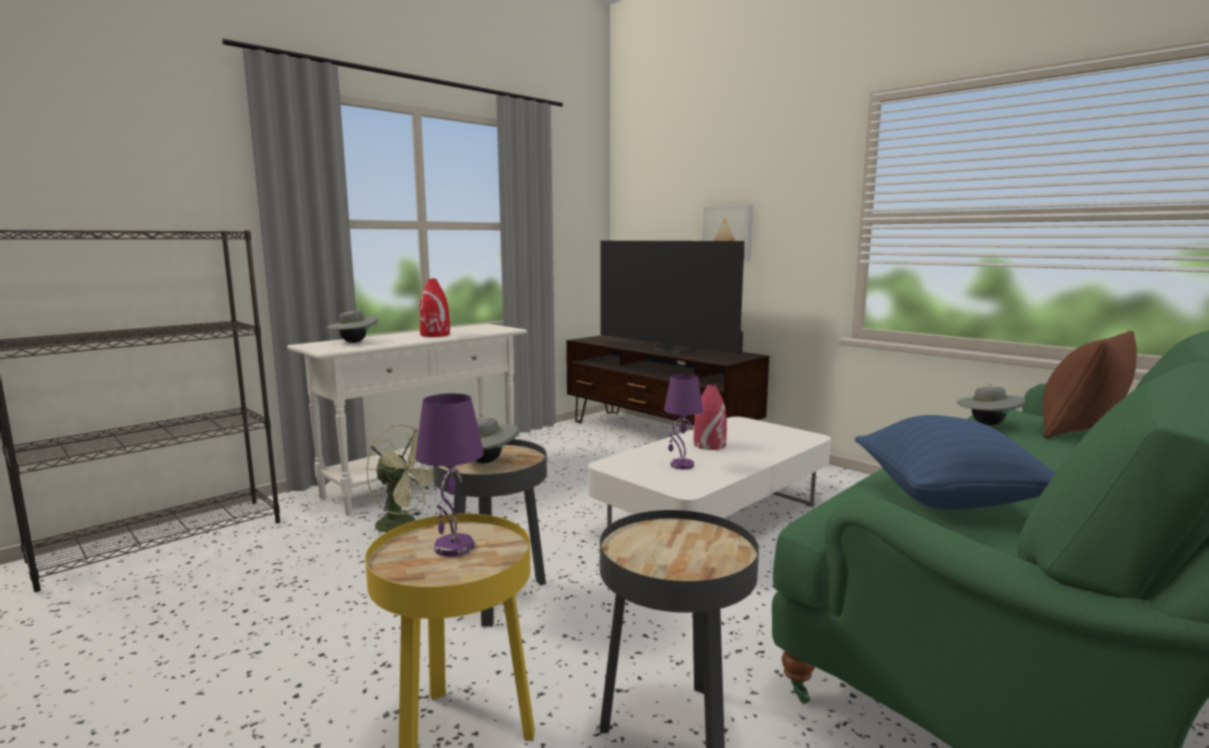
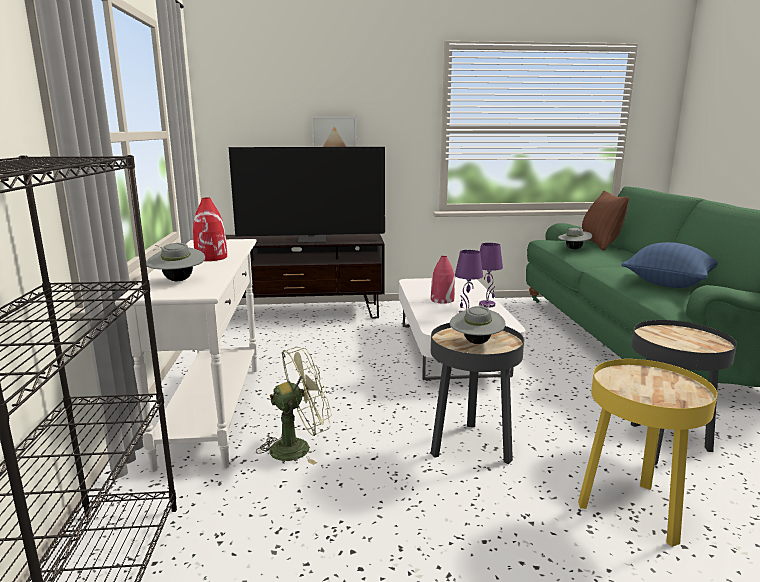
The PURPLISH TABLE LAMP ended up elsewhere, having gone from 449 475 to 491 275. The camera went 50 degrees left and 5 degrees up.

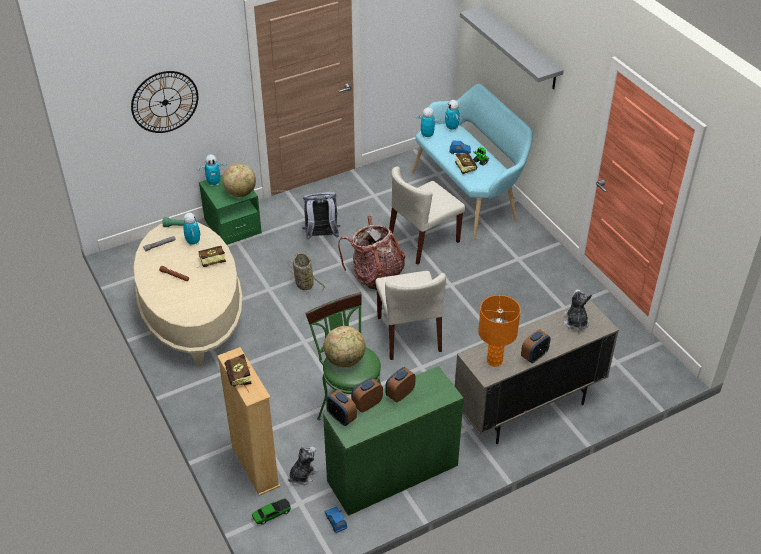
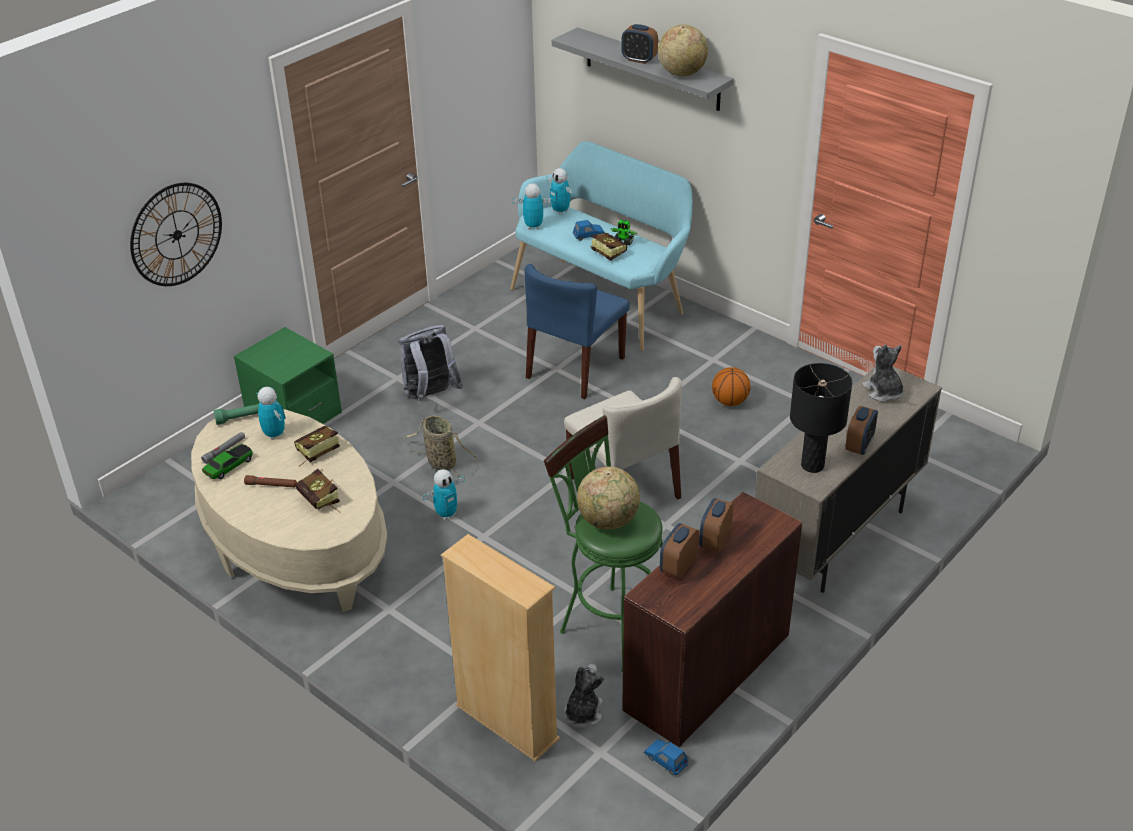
The ROBOT FIGURE ended up elsewhere, having gone from 212 170 to 444 494. The GLOBE ended up elsewhere, having gone from 239 180 to 683 50. What was the BEIGE-COLOURED CHAIR at 427 215 turned into the BLUISH CHAIR at 577 331. The second view lost the RUCKSACK at 371 253. What was the ORANGEY TABLE LAMP at 499 331 turned into the BLACK TABLE LAMP at 821 418. The BOOK ended up elsewhere, having gone from 238 373 to 318 491. What was the GREEN DESK at 393 441 turned into the BROWN DESK at 712 619. The ALARM CLOCK ended up elsewhere, having gone from 341 408 to 639 44. The MODEL CAR ended up elsewhere, having gone from 271 511 to 227 461. The second view gained the BALL FOR BASKETBALL at 731 386. The camera went 20 degrees left and 5 degrees down.

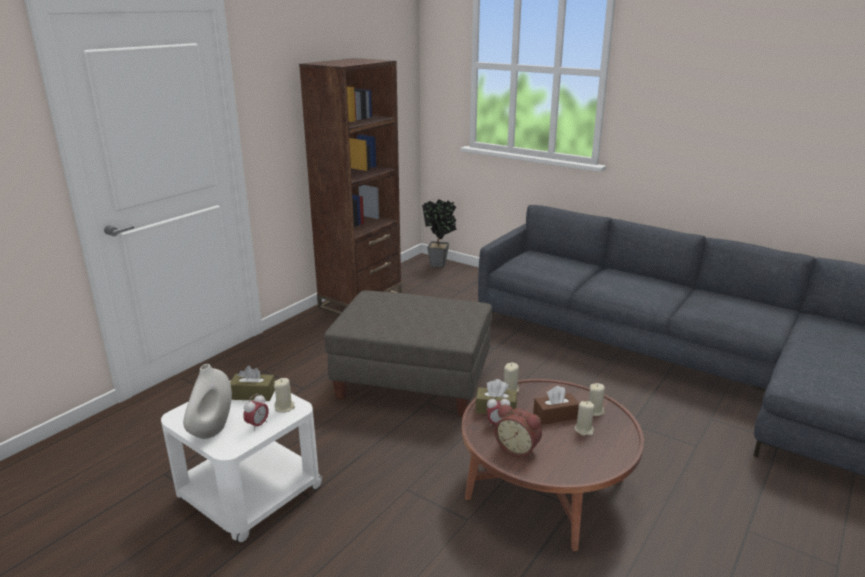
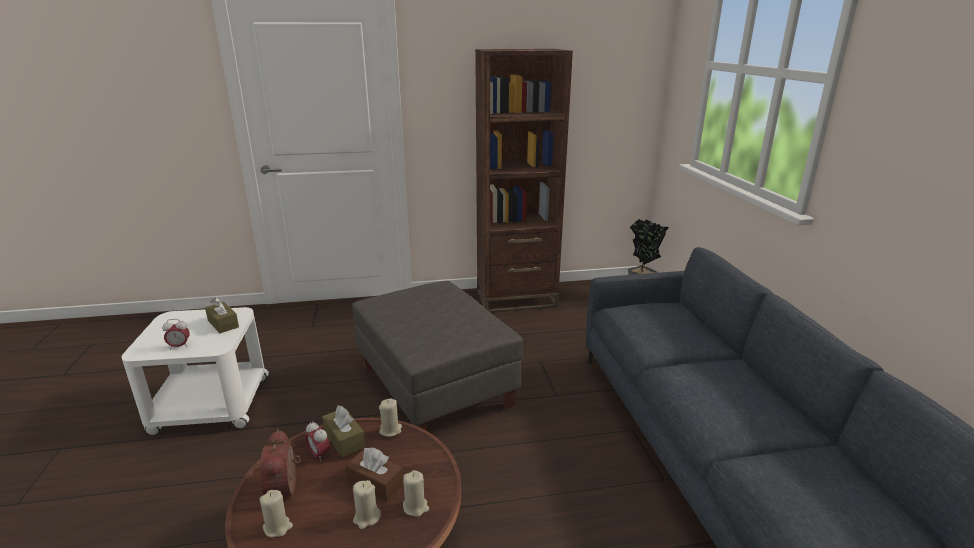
The second view lost the WHITE FLOWER VASE at 207 401. The BEIGE-COLOURED CANDLE ended up elsewhere, having gone from 284 395 to 276 513. The camera went 45 degrees right and 0 degrees up.

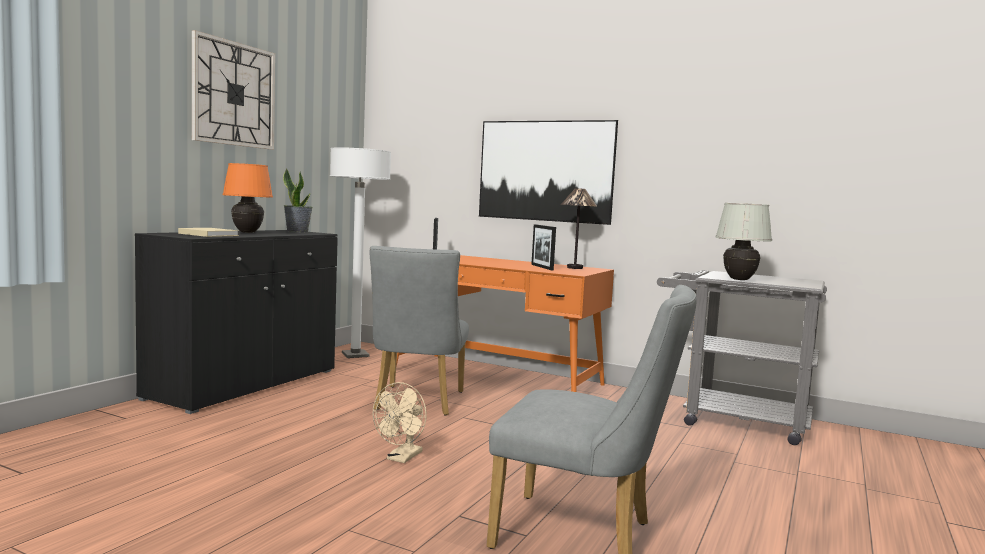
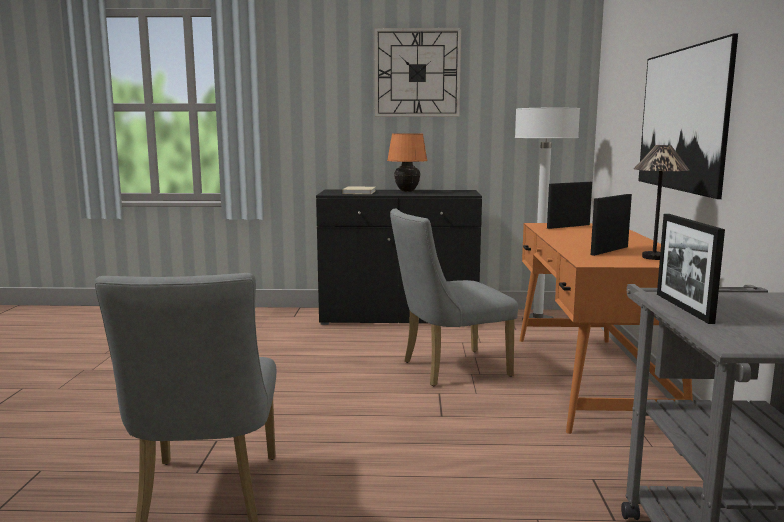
The second view lost the HOUSEPLANT at 298 200. Where the WHITE TABLE LAMP stood at 743 241, the STANDING FRAME came to stand at 691 269. The second view lost the BEIGE-COLOURED COOLING FAN at 400 422. The camera went 65 degrees right and 5 degrees up.

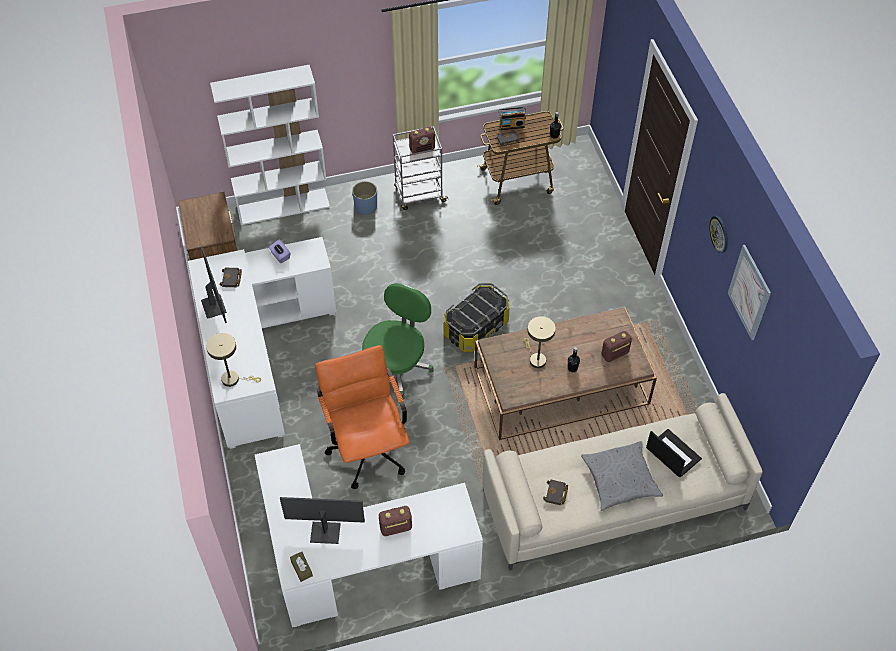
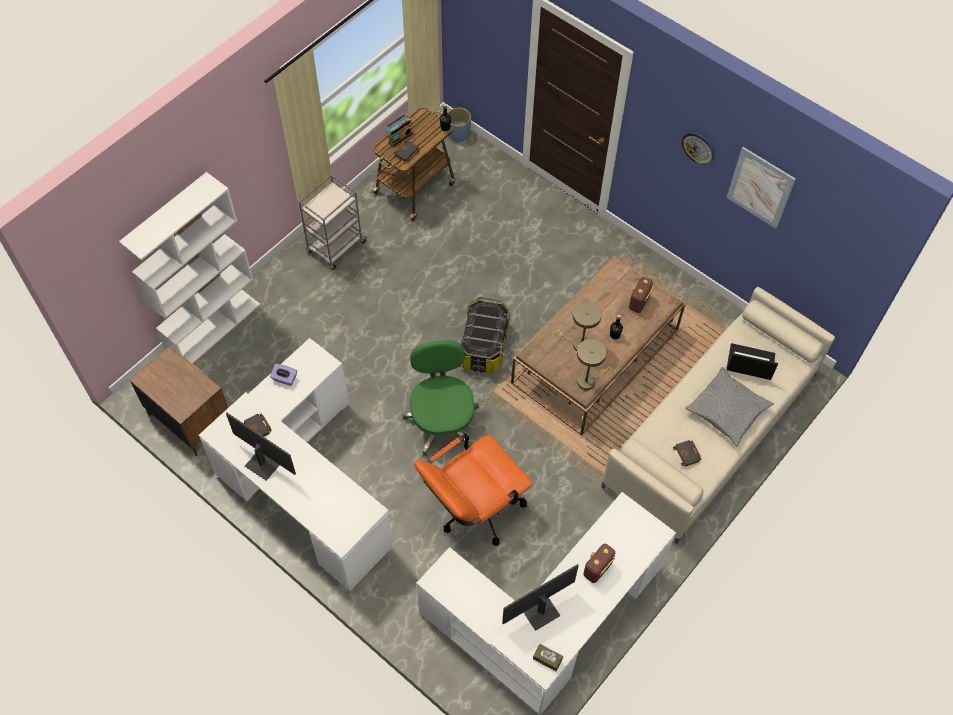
The second view lost the RADIO SET at 422 140. The BLUISH FLOWER POT ended up elsewhere, having gone from 364 198 to 459 124. The BEIGE-COLOURED TABLE LAMP ended up elsewhere, having gone from 233 360 to 594 364. The ORANGEY OFFICE CHAIR at 362 417 ended up facing another way, 75 degrees counterclockwise from before. The camera went 35 degrees left and 5 degrees up.

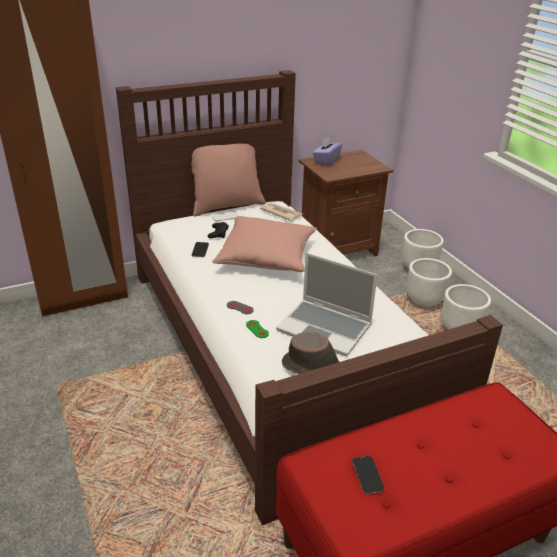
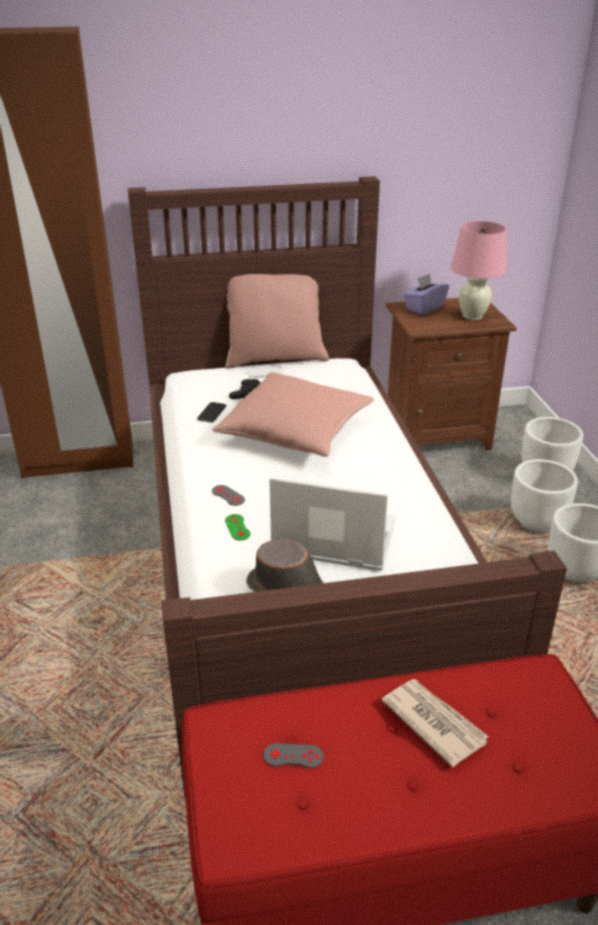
The PRINTED PAPER ended up elsewhere, having gone from 281 211 to 435 723. The LAPTOP at 327 304 ended up facing another way, 150 degrees clockwise from before. Where the TELEPHONE stood at 368 475, the GREYISH GAME CONTROLLER came to stand at 293 755. The second view gained the PINKISH TABLE LAMP at 479 270. The camera went 15 degrees right and 0 degrees up.

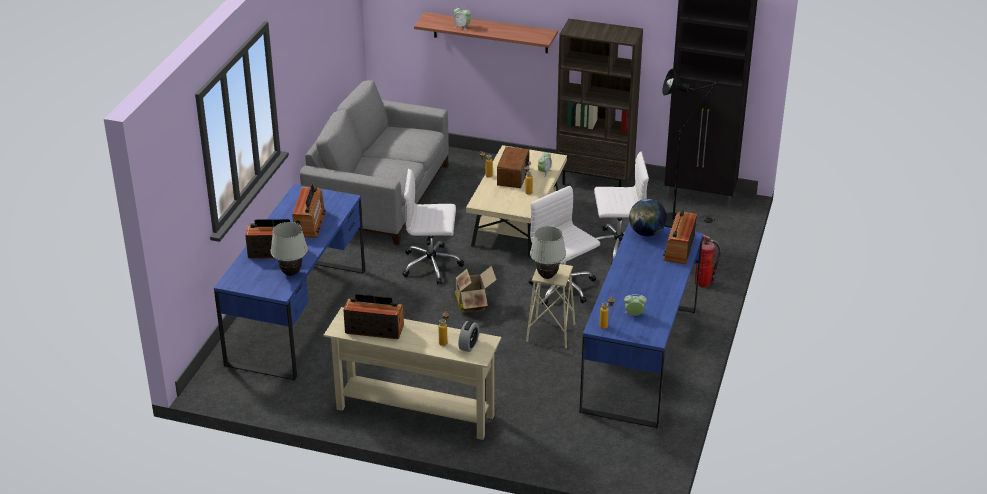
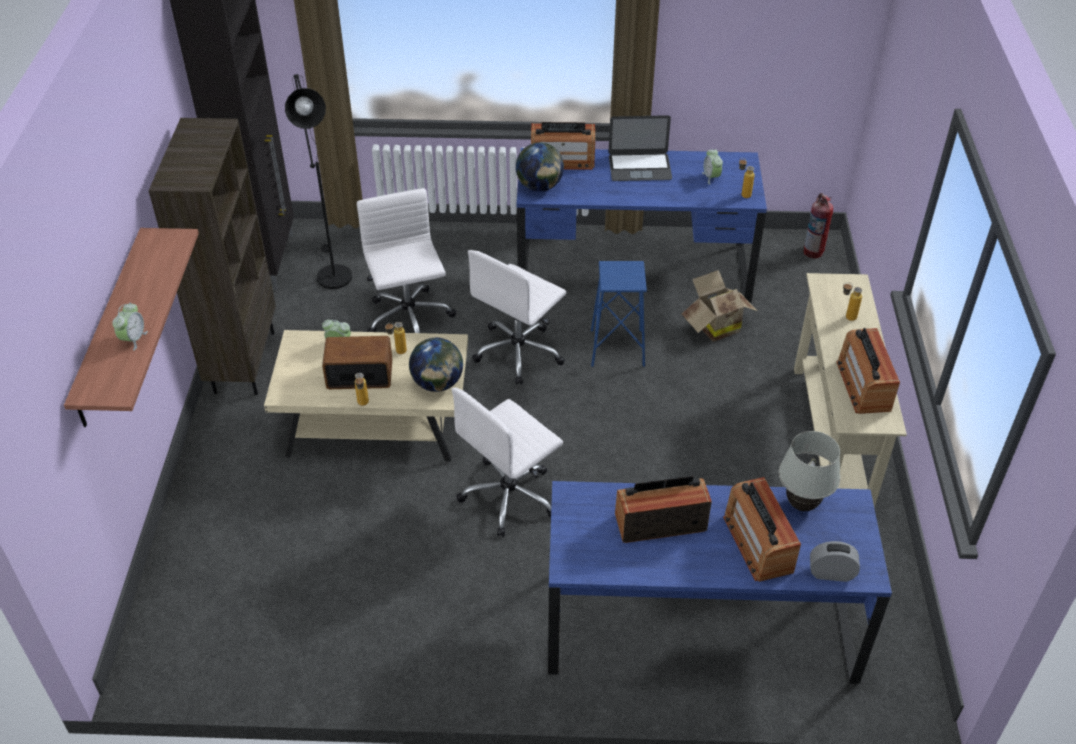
The second view lost the GREYISH SETTEE at 374 162. The WHITE OFFICE CHAIR at 433 226 ended up facing another way, 60 degrees clockwise from before. The second view lost the WHITE TABLE LAMP at 548 252. The EXTINGUISHER ended up elsewhere, having gone from 708 261 to 818 225. What was the BEIGE-COLOURED STOOL SEAT at 550 306 turned into the BLUISH STOOL SEAT at 619 314. The CARTON ended up elsewhere, having gone from 476 289 to 719 306. The ALARM CLOCK ended up elsewhere, having gone from 468 336 to 835 561. The second view gained the LAPTOP at 640 148. The second view gained the GLOBE at 436 365. The camera went 105 degrees left and 10 degrees up.

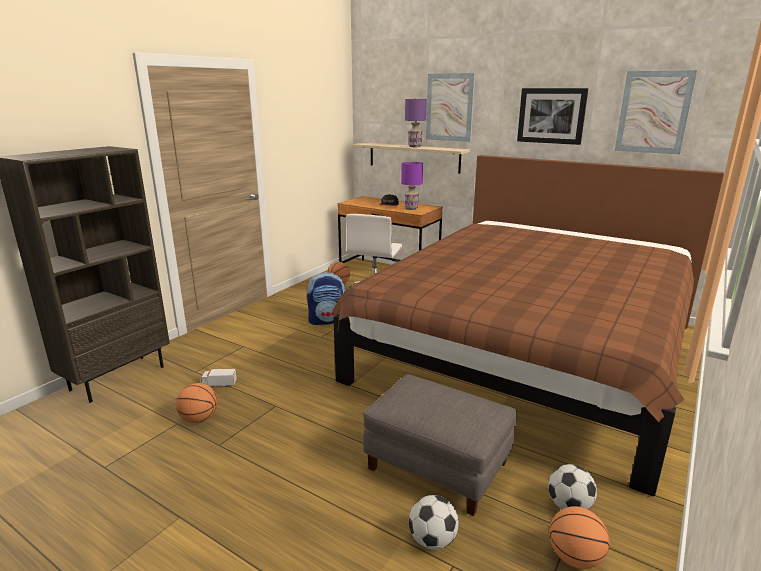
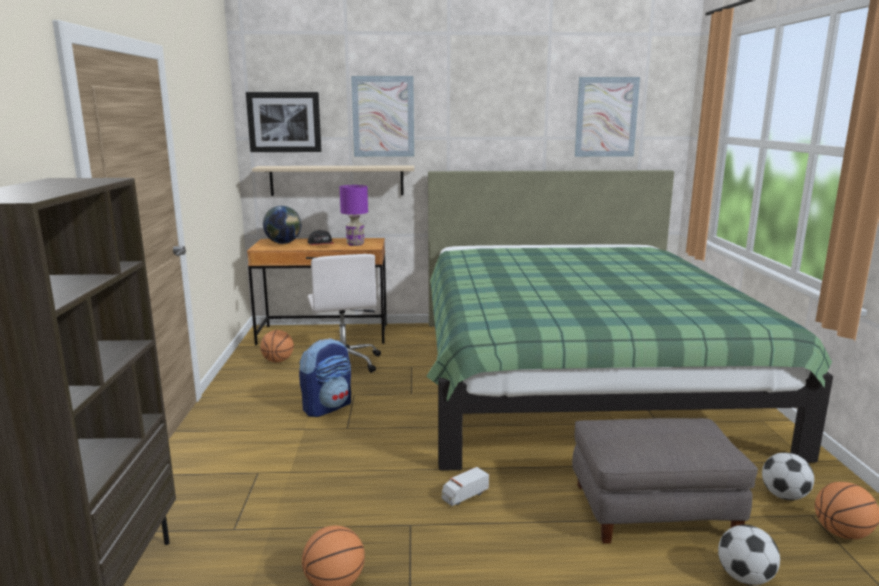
The WALL PICTURE ended up elsewhere, having gone from 552 116 to 283 122. The second view lost the PURPLISH TABLE LAMP at 416 123. What was the BROWN BEDROOM BED at 528 325 turned into the GREEN BEDROOM BED at 629 320. The MODEL TRUCK ended up elsewhere, having gone from 218 377 to 465 486. The second view gained the GLOBE at 282 225. The camera went 35 degrees left and 5 degrees down.

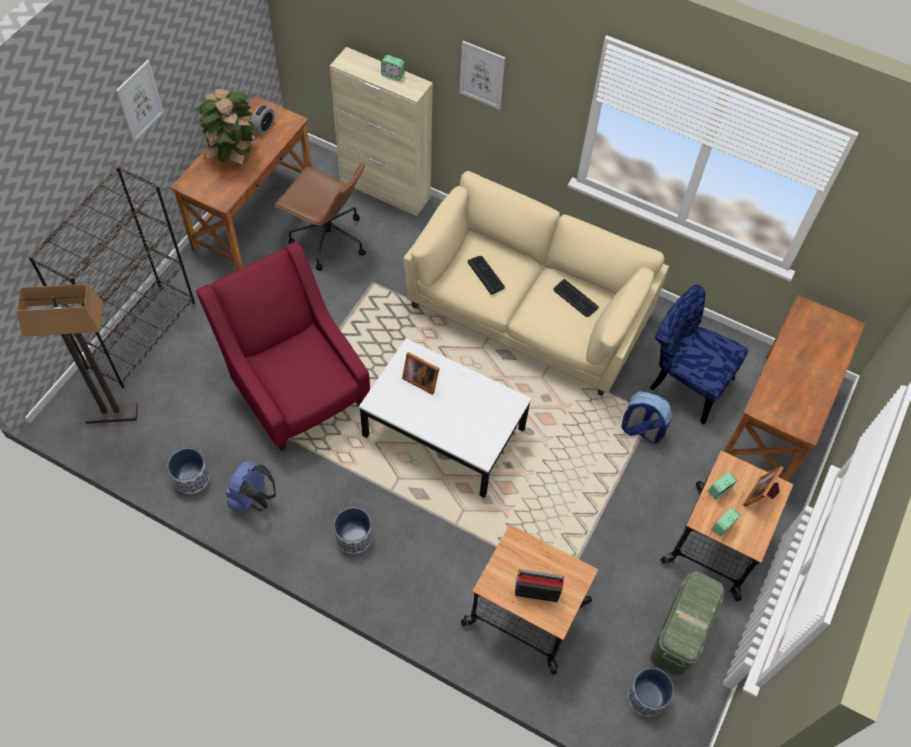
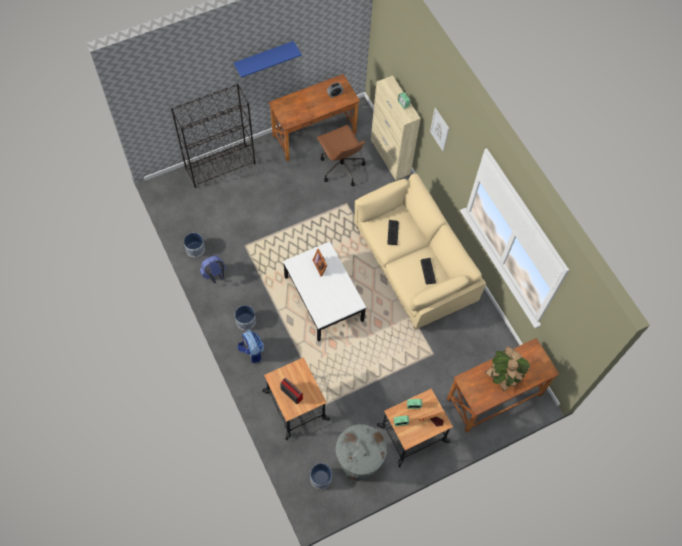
Where the WALL PICTURE hung at 140 101, the BLUISH SHELF came to hang at 268 59. The HOUSEPLANT ended up elsewhere, having gone from 226 128 to 507 369. The second view lost the RED LOUNGE CHAIR at 283 346. The second view lost the FLOOR LAMP at 77 354. The second view lost the BLUISH CHAIR at 699 354. The RUCKSACK ended up elsewhere, having gone from 646 417 to 251 346. Where the GREEN STORAGE BOX stood at 687 623, the GREYISH TRASH CAN came to stand at 361 452. The camera went 35 degrees right and 5 degrees up.

